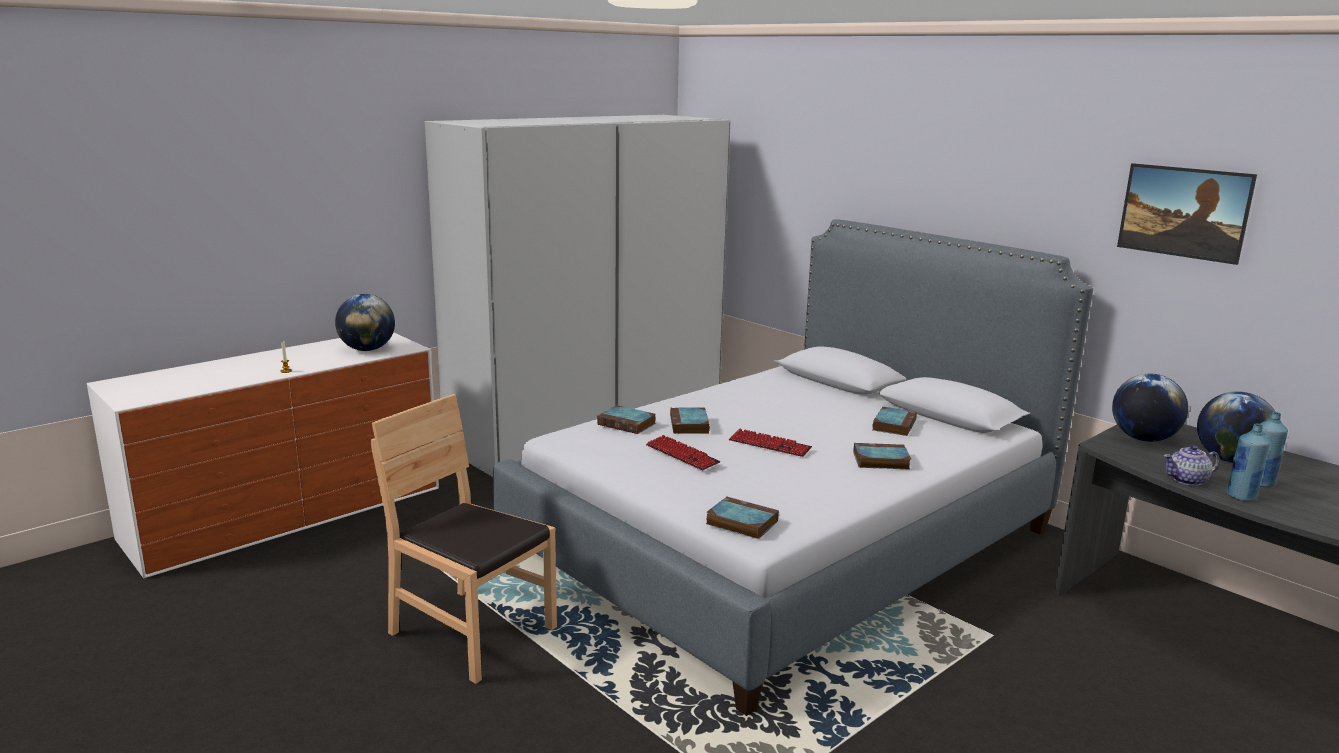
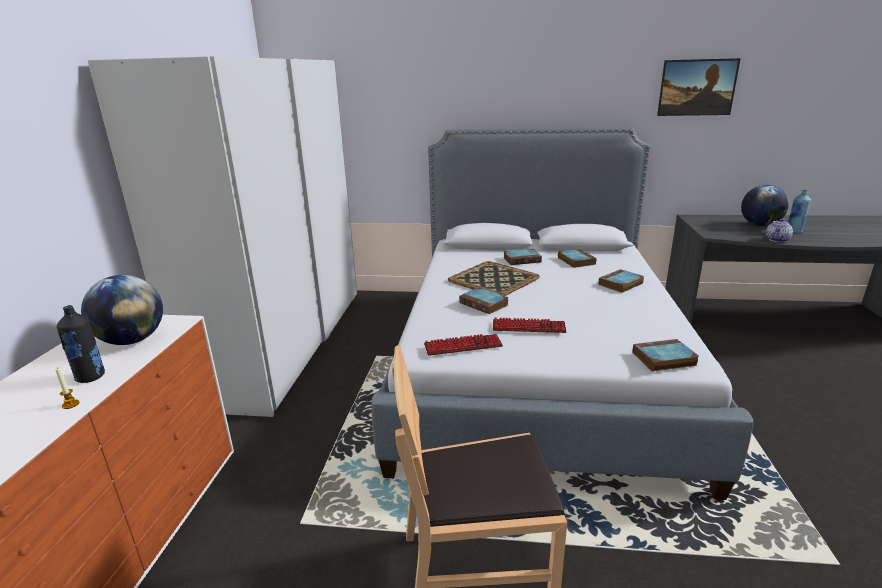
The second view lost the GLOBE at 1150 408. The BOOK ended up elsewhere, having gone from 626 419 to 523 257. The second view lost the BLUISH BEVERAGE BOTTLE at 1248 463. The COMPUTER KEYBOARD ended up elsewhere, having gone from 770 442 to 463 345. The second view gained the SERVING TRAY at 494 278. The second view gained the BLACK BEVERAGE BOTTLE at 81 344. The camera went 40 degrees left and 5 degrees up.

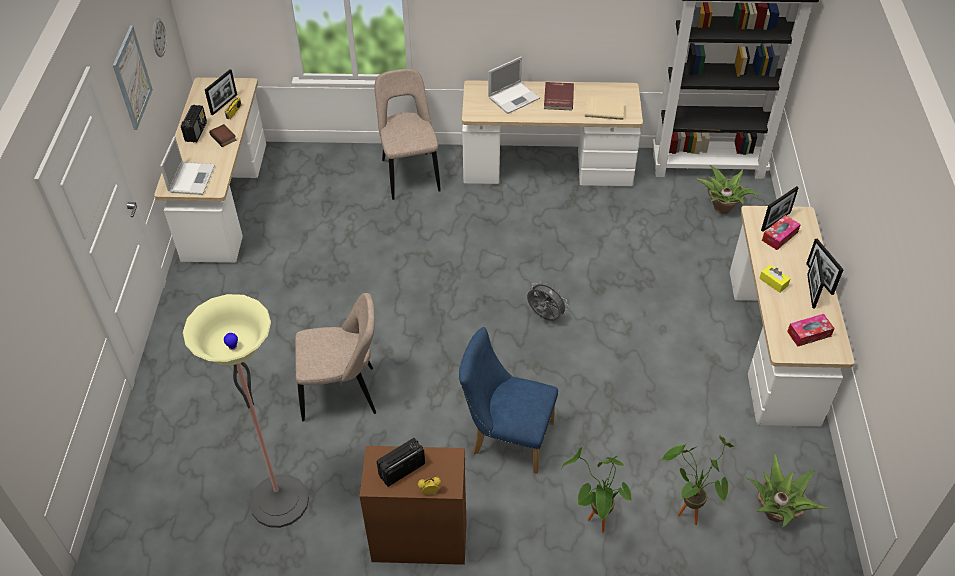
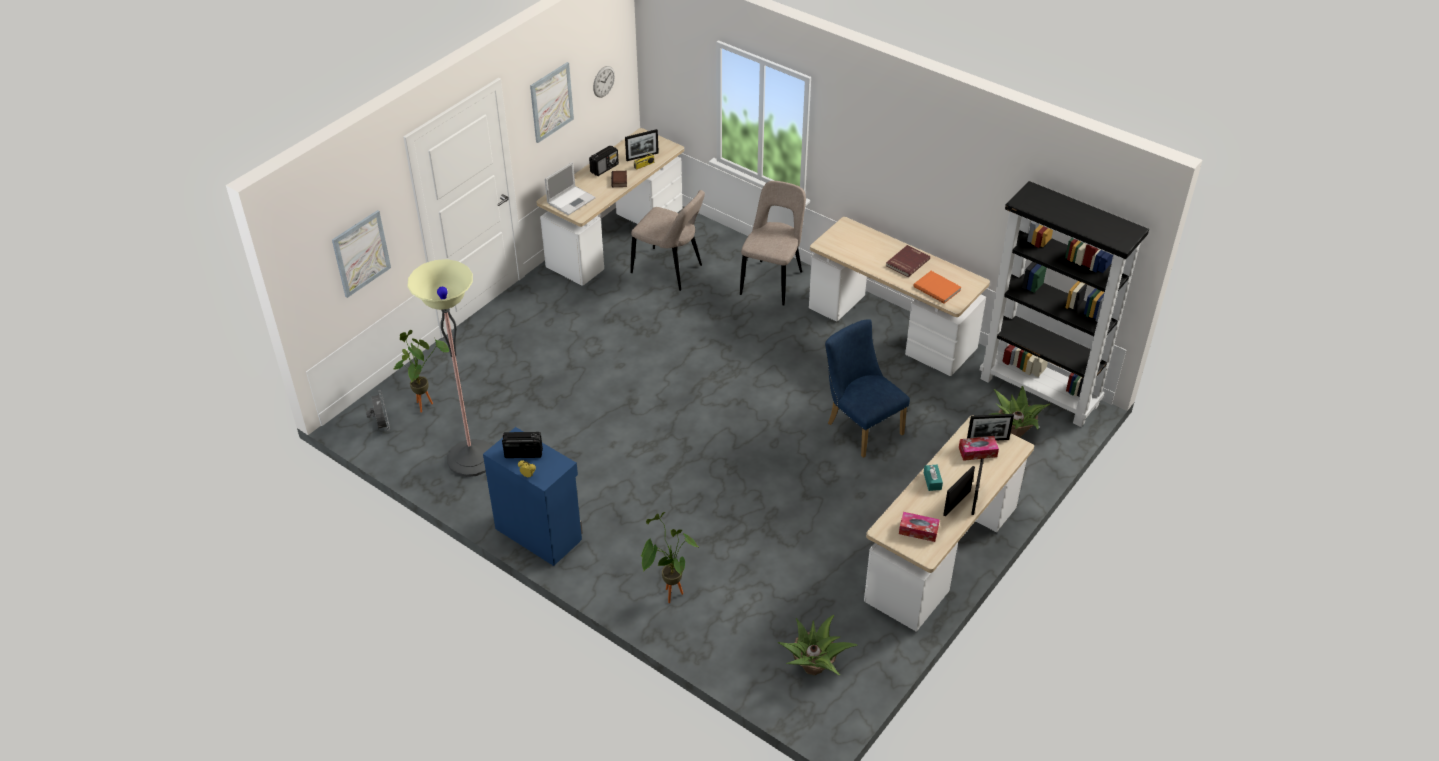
The second view lost the LAPTOP at 514 85. What was the BEIGE-COLOURED BOOK at 605 107 turned into the ORANGEY BOOK at 937 287. What was the YELLOW TISSUE HOLDER at 774 279 turned into the BLUE-GREEN TISSUE HOLDER at 933 478. The GREYISH COOLING FAN ended up elsewhere, having gone from 548 301 to 378 410. The BEIGE-COLOURED CHAIR ended up elsewhere, having gone from 335 357 to 668 240. The BLUISH CHAIR ended up elsewhere, having gone from 508 400 to 867 388. The HOUSEPLANT ended up elsewhere, having gone from 698 480 to 421 371. What was the BROWN CABINET at 413 505 turned into the BLUISH CABINET at 533 496. The second view gained the WALL PICTURE at 361 254. The camera went 35 degrees right and 5 degrees down.

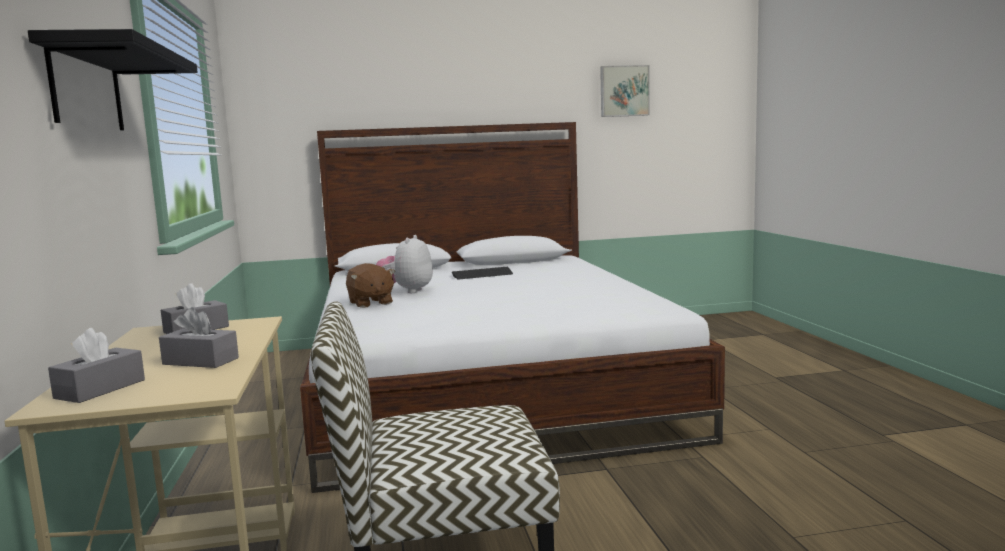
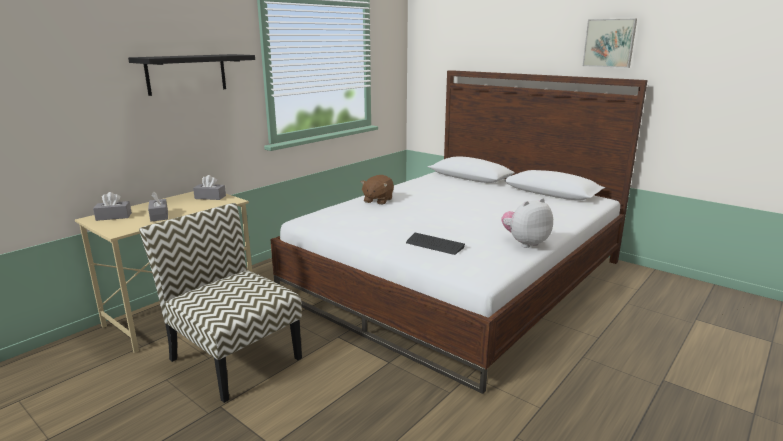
The WALL PICTURE ended up elsewhere, having gone from 625 91 to 610 43. The CUDDLY TOY ended up elsewhere, having gone from 404 264 to 527 223. The COMPUTER KEYBOARD ended up elsewhere, having gone from 482 273 to 435 244. The camera went 50 degrees right and 10 degrees up.

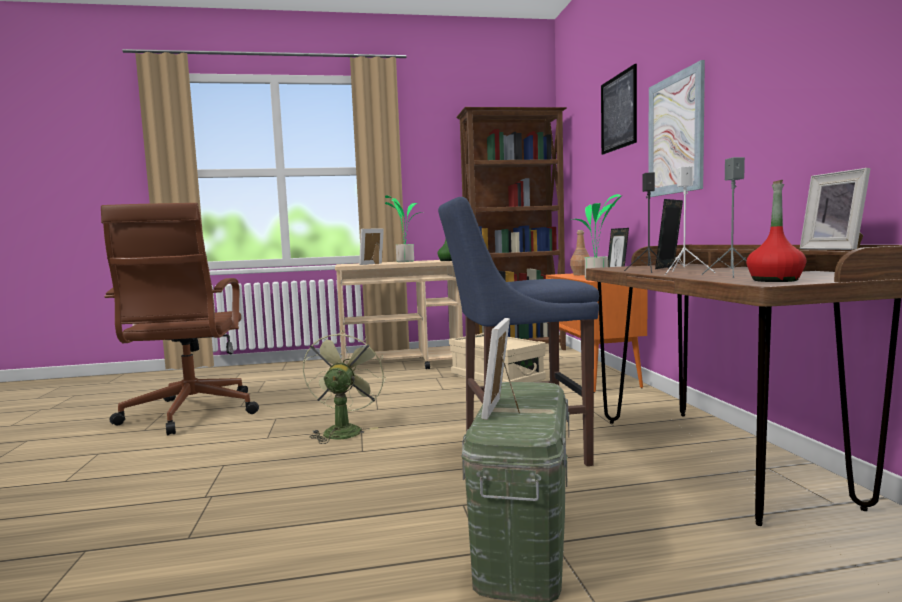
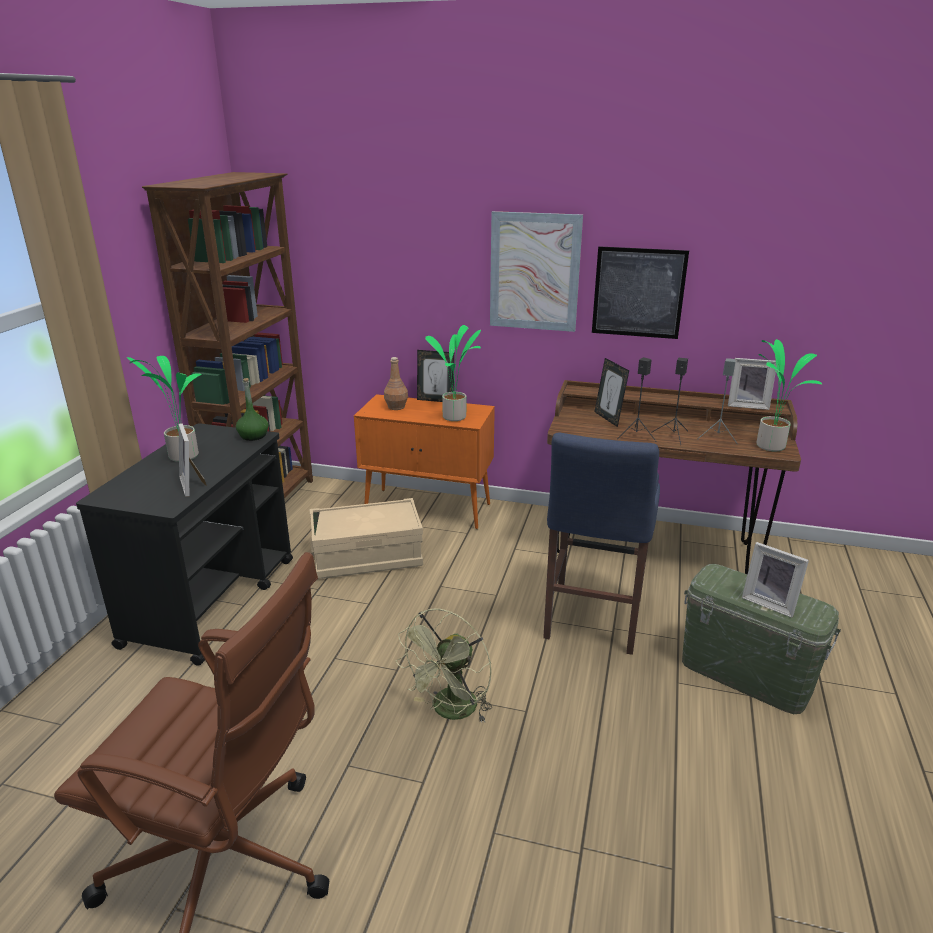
The WALL PICTURE ended up elsewhere, having gone from 619 109 to 640 292. What was the WHITE LOUDSPEAKER at 690 220 turned into the BLACK LOUDSPEAKER at 669 401. Where the RED BEVERAGE BOTTLE stood at 776 231, the HOUSEPLANT came to stand at 789 395. What was the BEIGE-COLOURED CART at 399 314 turned into the BLACK CART at 184 544. The GREEN COOLING FAN at 344 387 ended up facing another way, 90 degrees counterclockwise from before. The camera went 65 degrees left and 20 degrees up.

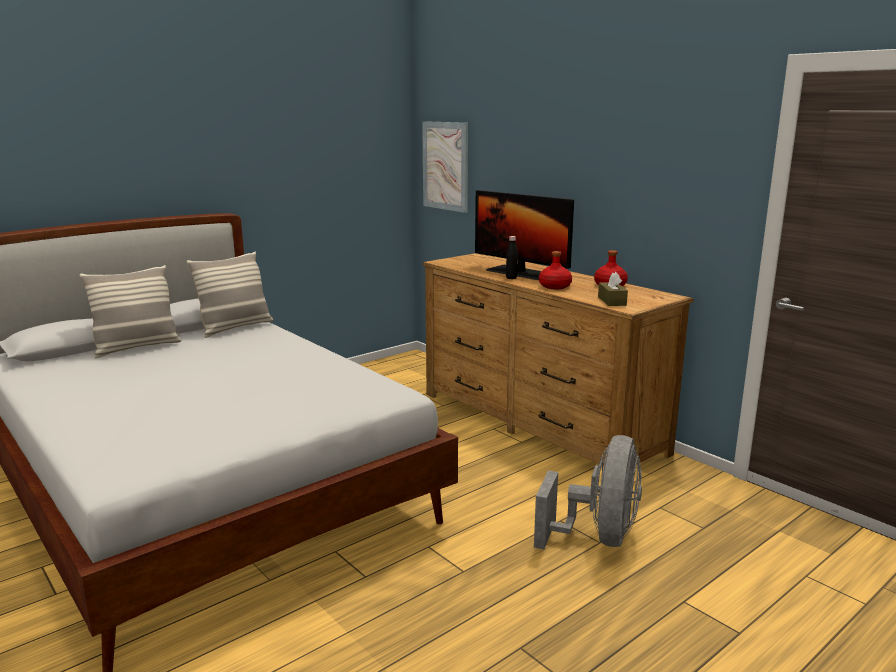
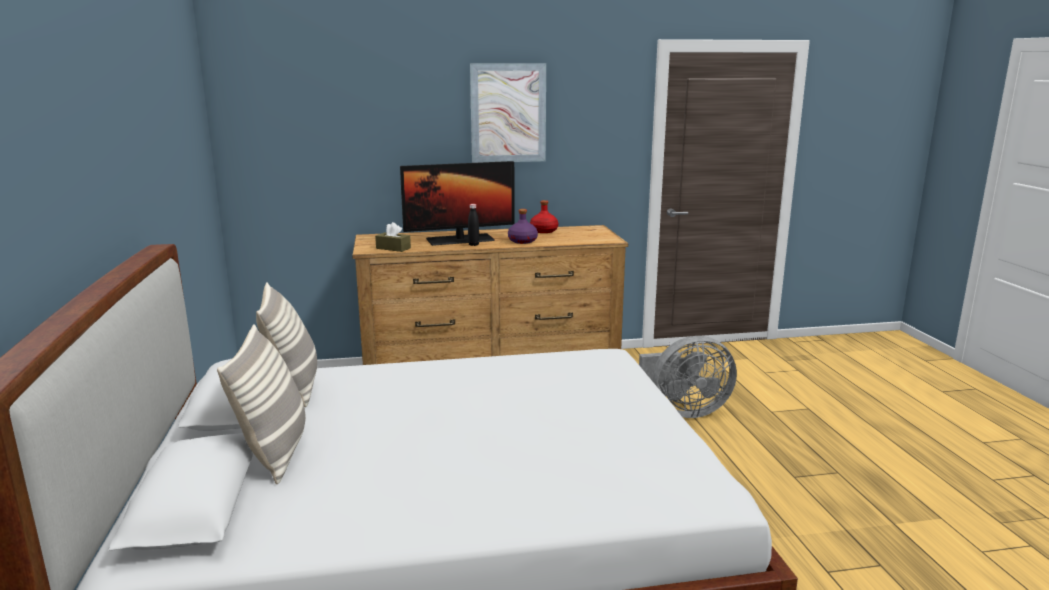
The WALL PICTURE ended up elsewhere, having gone from 445 167 to 508 113. What was the RED BEVERAGE BOTTLE at 555 270 turned into the PURPLISH BEVERAGE BOTTLE at 523 226. The BROWN TISSUE HOLDER ended up elsewhere, having gone from 613 289 to 393 237. The GREYISH COOLING FAN at 588 492 ended up facing another way, 120 degrees clockwise from before. The camera went 60 degrees left and 0 degrees up.

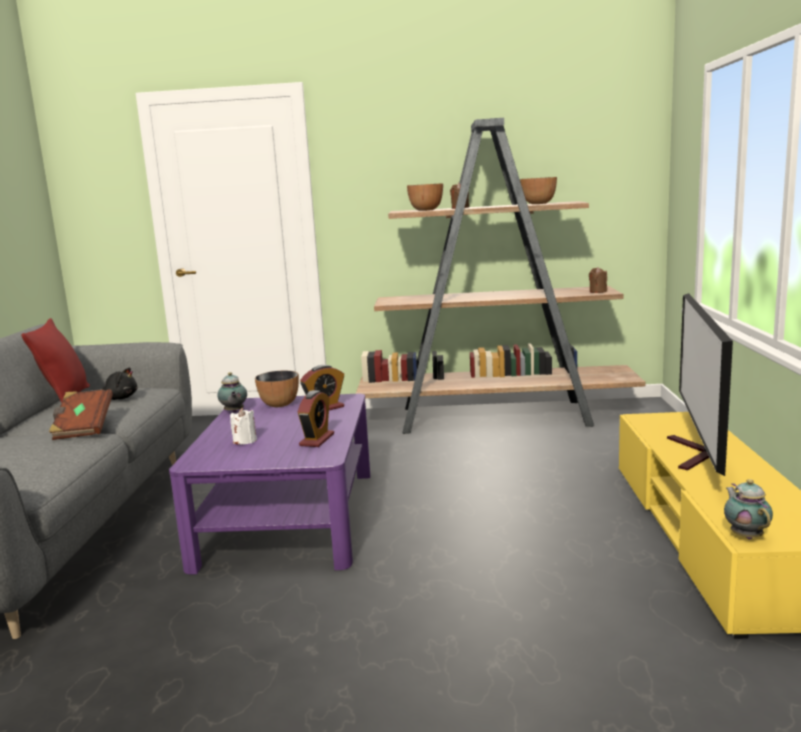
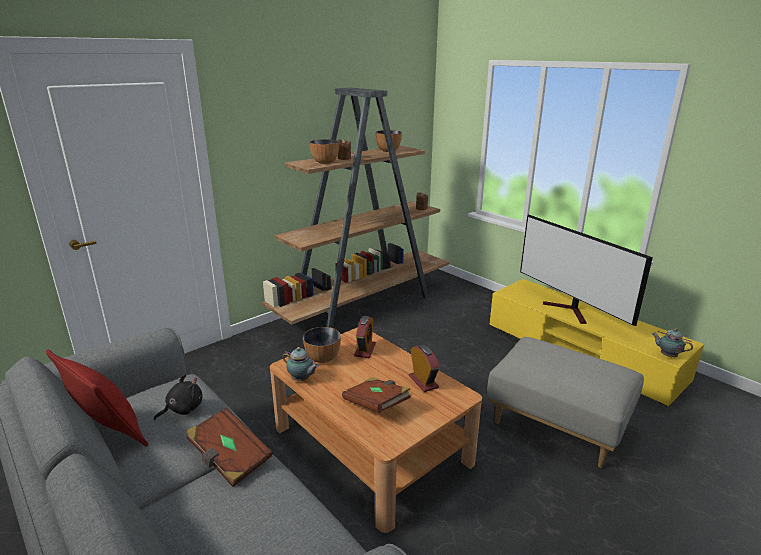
What was the PURPLISH COFFEE TABLE at 269 484 turned into the BROWN COFFEE TABLE at 376 430. Where the WHITE CANDLE stood at 243 426, the BROWN BOOK came to stand at 376 395. The second view gained the GREYISH FOOTREST at 565 402. The camera went 45 degrees left and 10 degrees up.

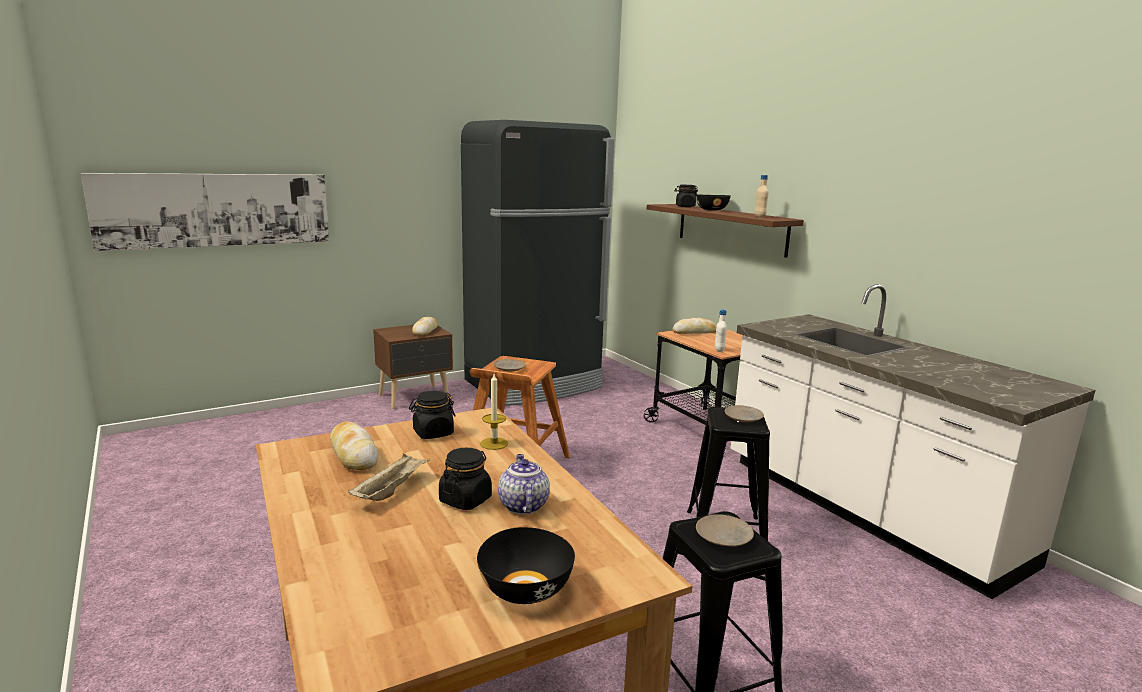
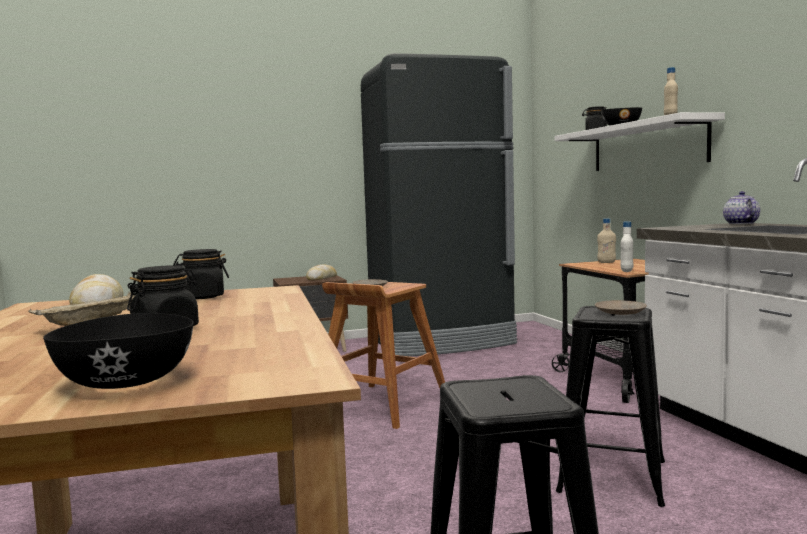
The second view lost the WALL PICTURE at 205 212. What was the BROWN SHELF at 725 231 turned into the WHITE SHELF at 639 141. Where the BAKED BREAD stood at 695 326, the BEIGE-COLOURED BEVERAGE BOTTLE came to stand at 606 240. The second view lost the CANDLE at 494 412. The TEAPOT ended up elsewhere, having gone from 524 484 to 741 207. The second view lost the BEIGE-COLOURED DINNER PLATE at 725 530. The camera went 15 degrees right and 10 degrees down.

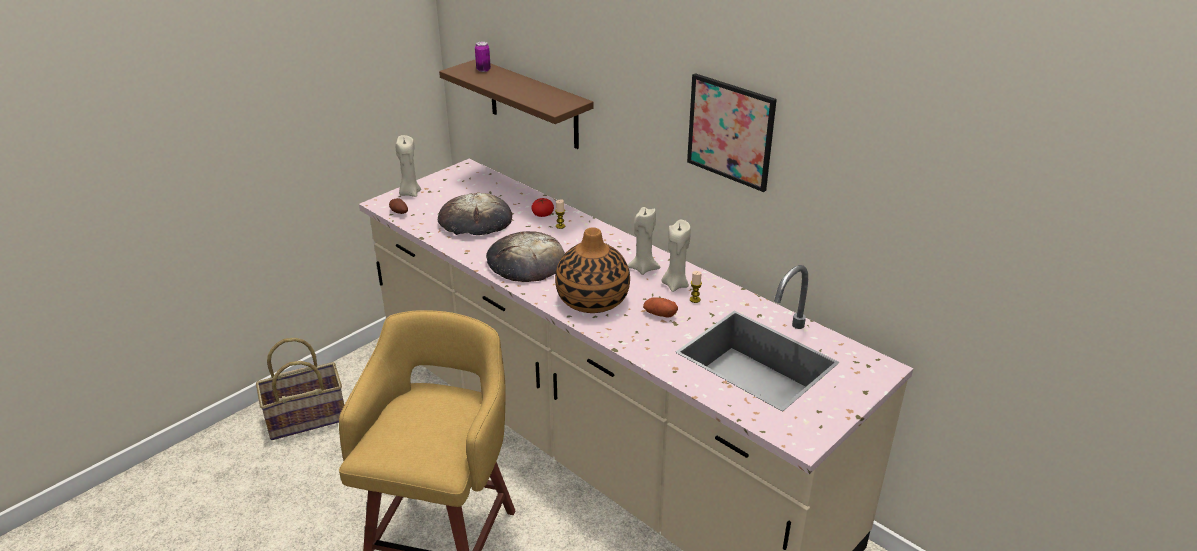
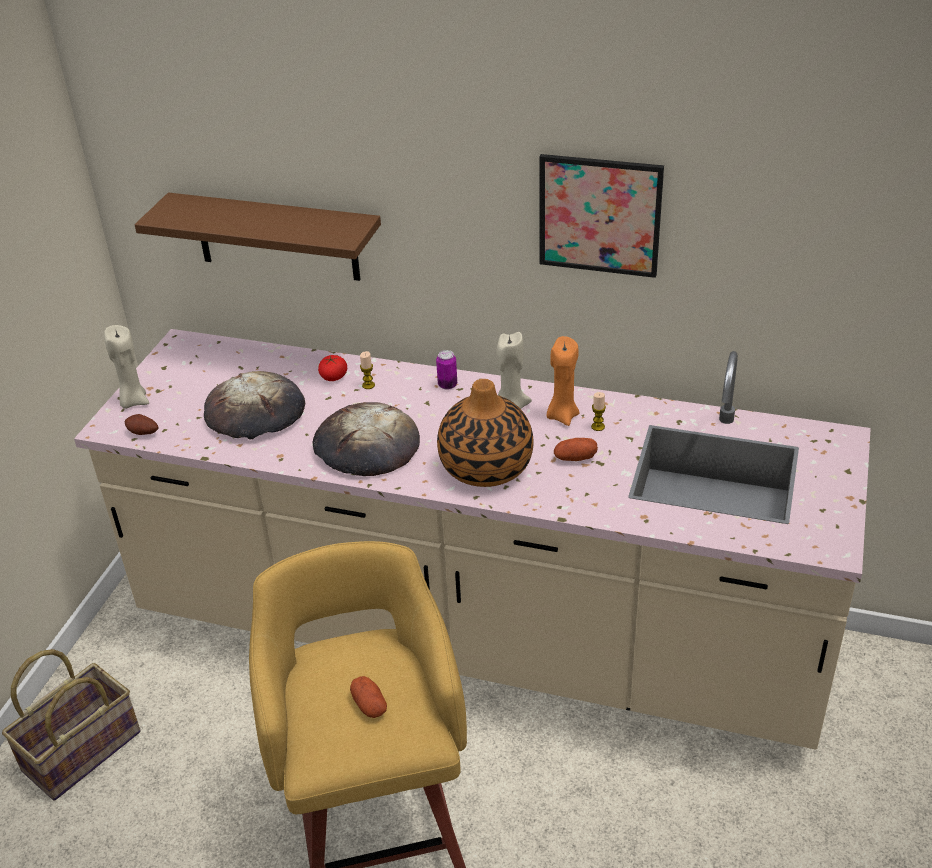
The CAN ended up elsewhere, having gone from 483 57 to 446 370. What was the BEIGE-COLOURED CANDLE at 676 256 turned into the ORANGEY CANDLE at 563 381. The second view gained the POTATO at 368 697. The camera went 25 degrees left and 5 degrees up.

